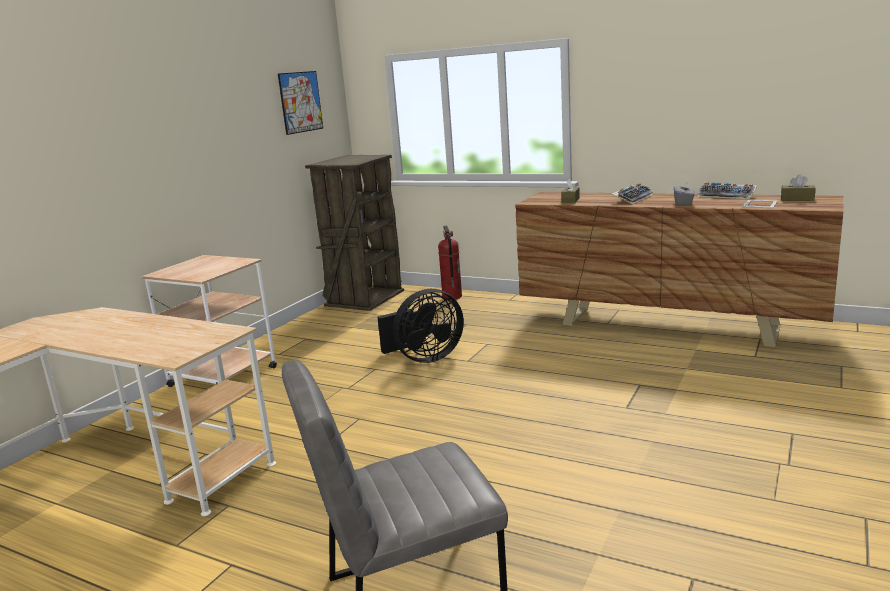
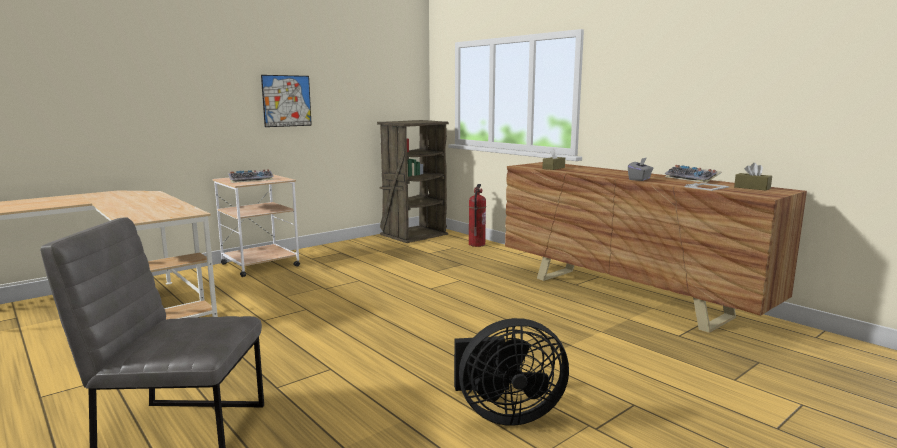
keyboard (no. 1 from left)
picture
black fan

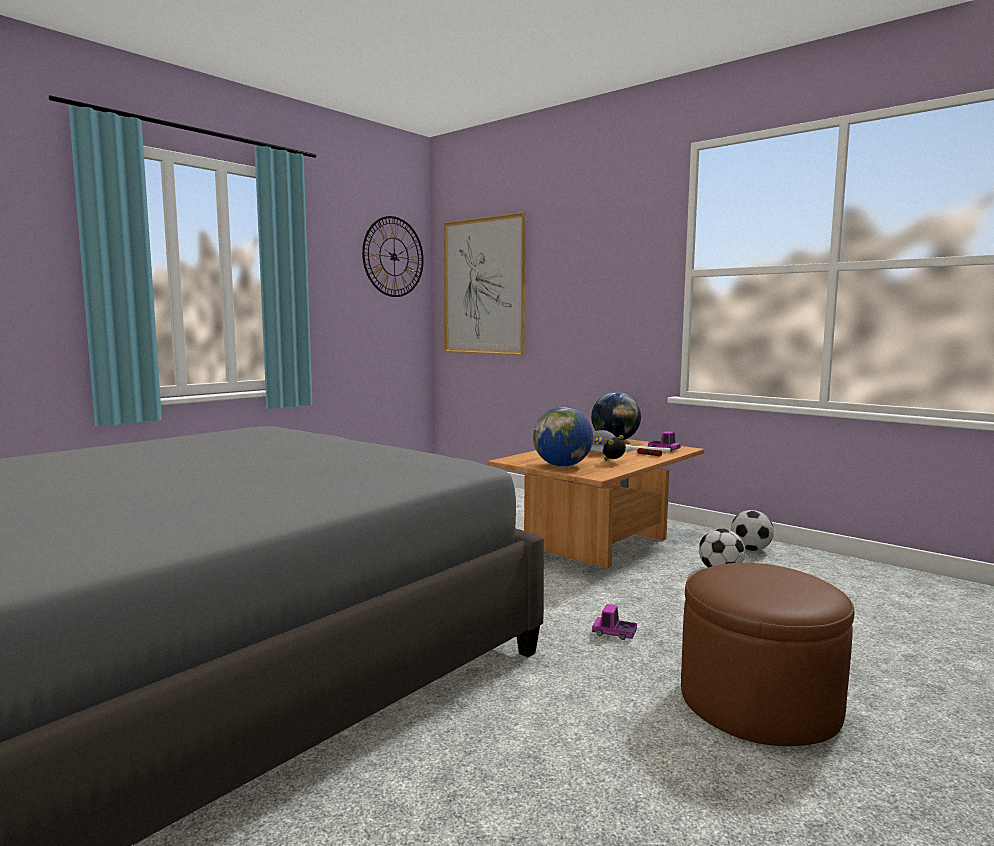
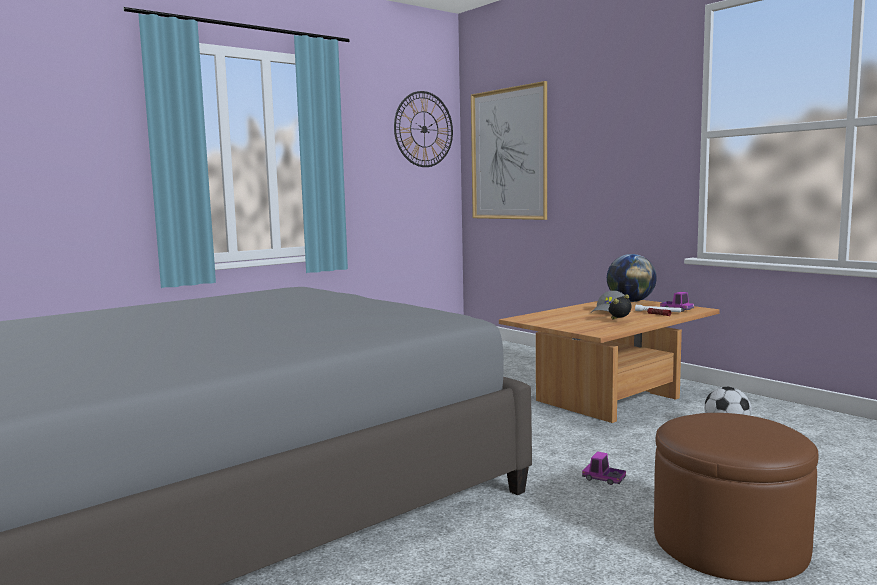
globe (no. 1 from left in the first image)
football (no. 2 from left in the first image)

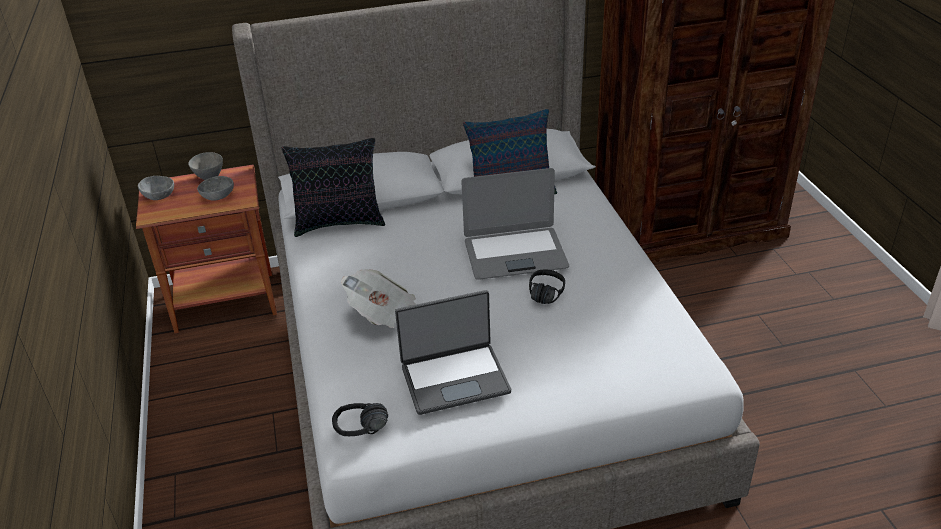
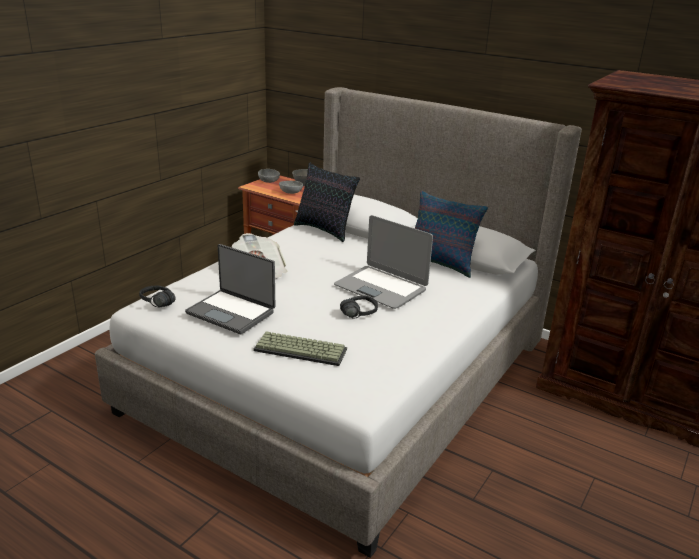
keyboard

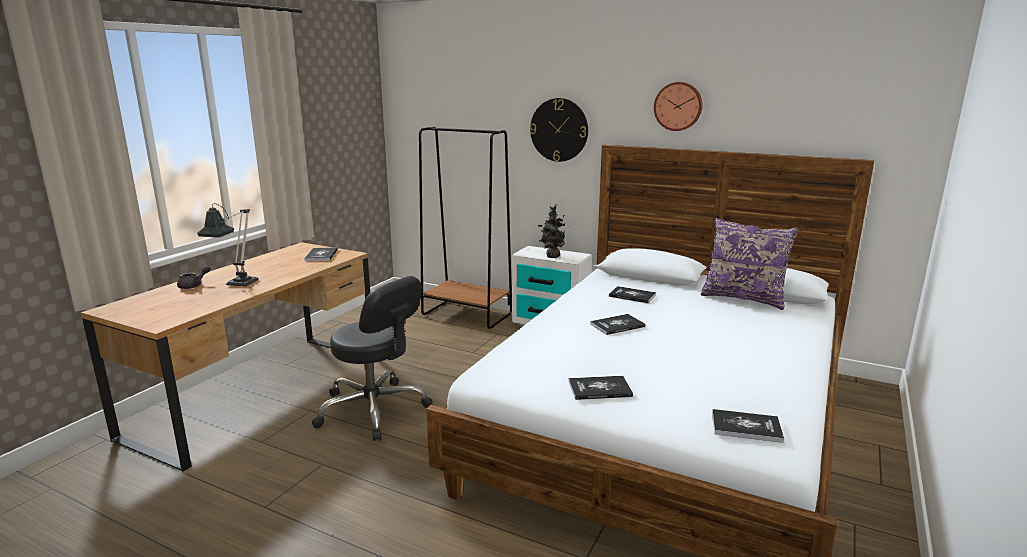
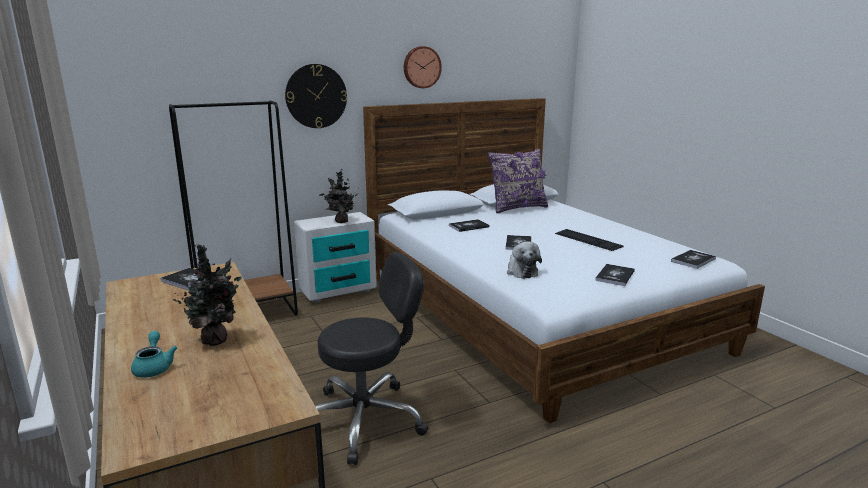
turquoise teapot
potted plant (no. 1 from left)
plush toy
keyboard

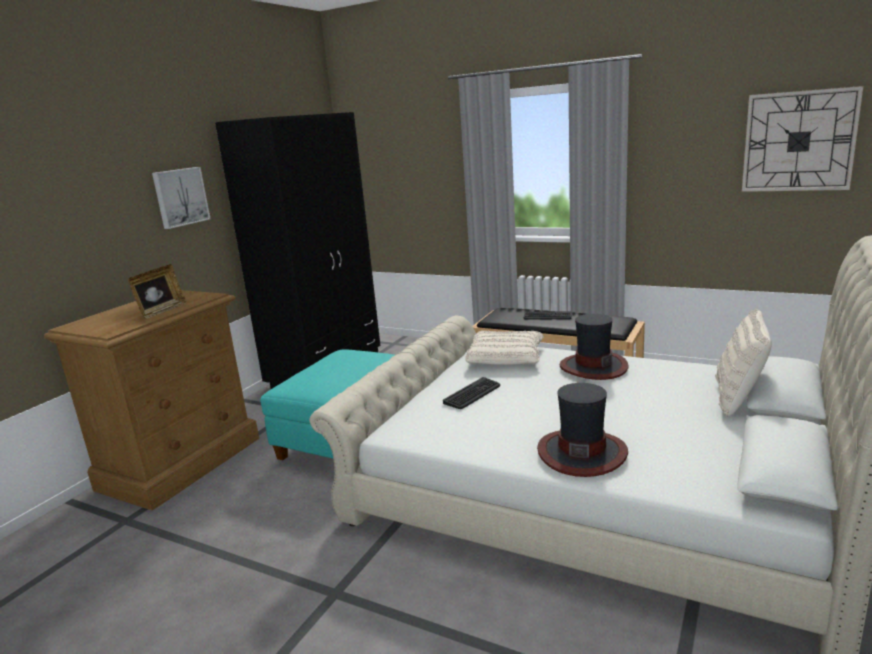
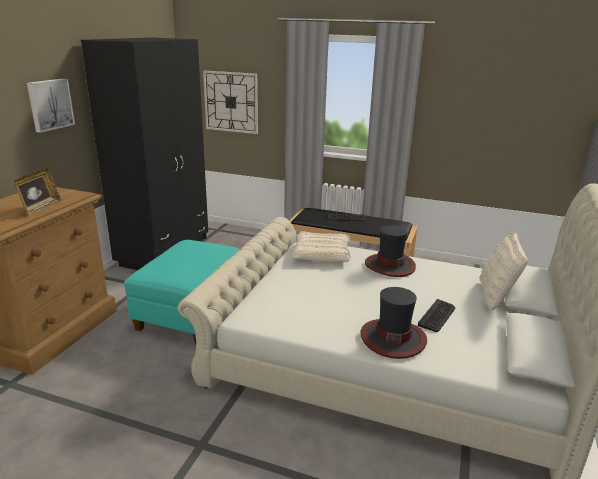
wall clock
keyboard (no. 2 from left)

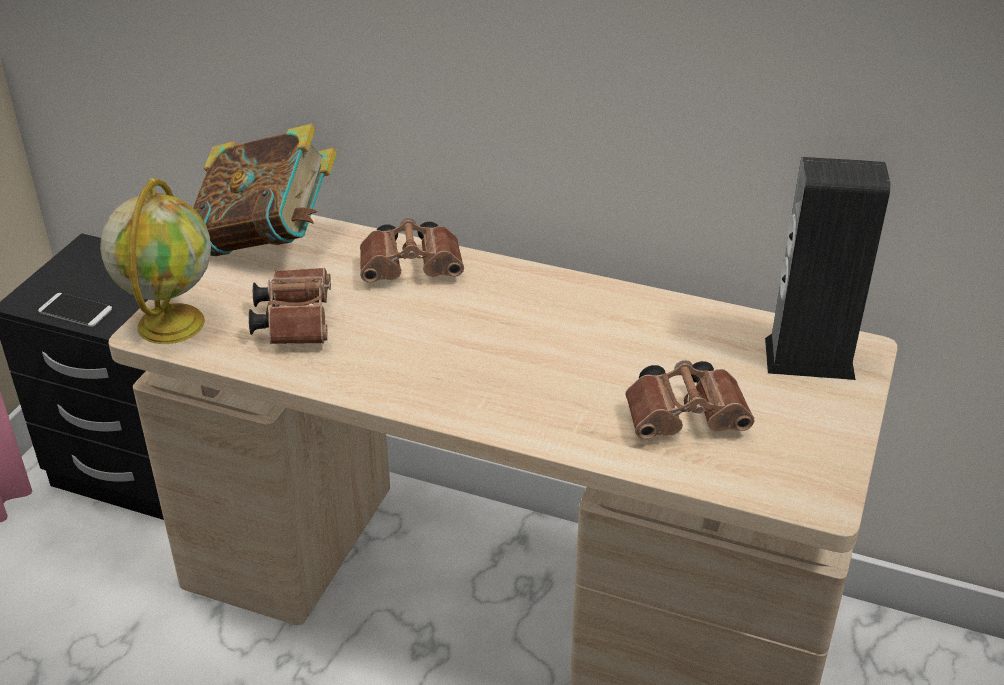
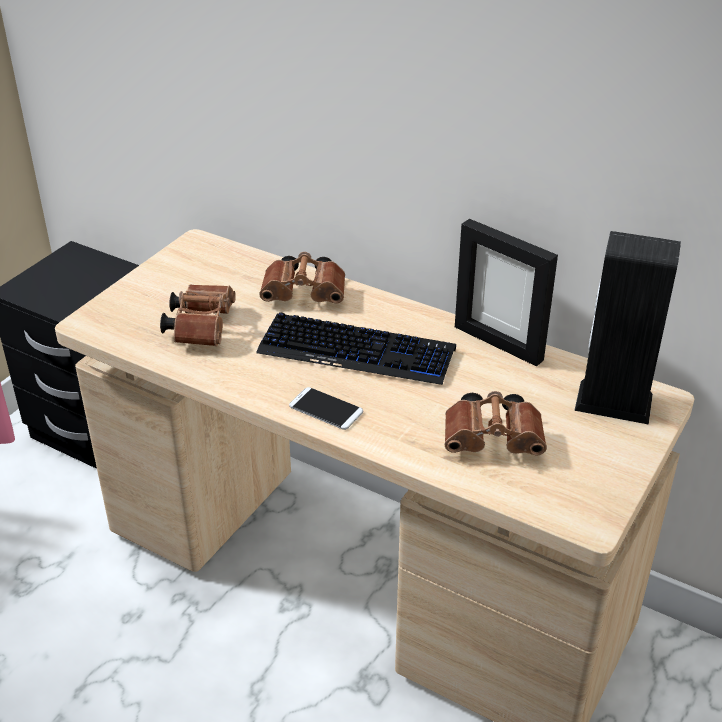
keyboard
phone
picture frame
globe
book

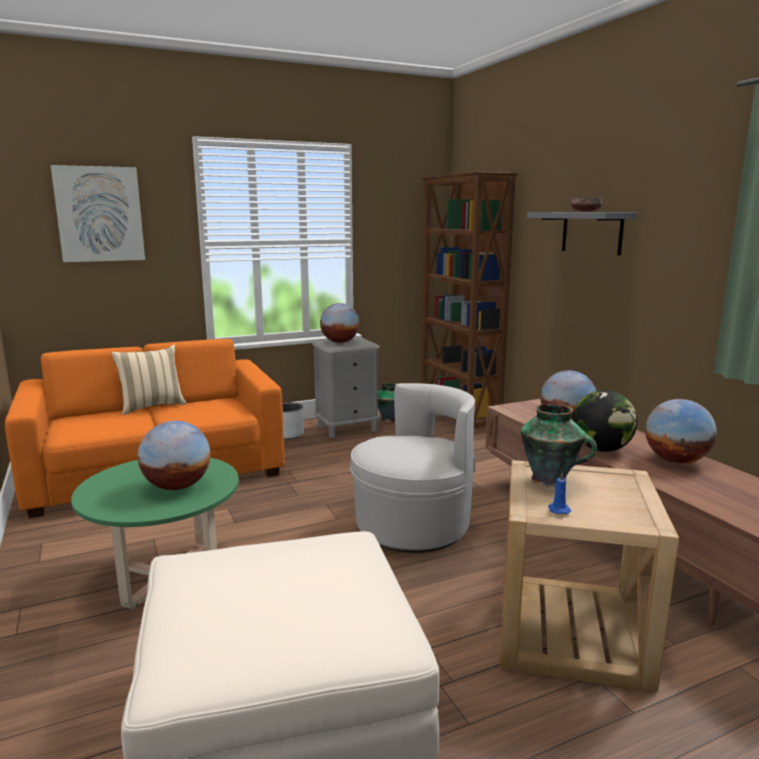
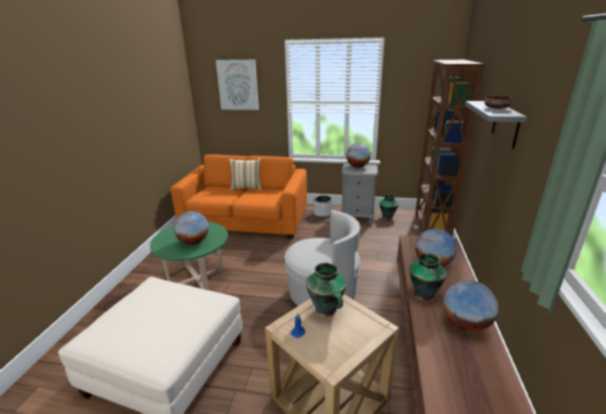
vase (no. 3 from left)

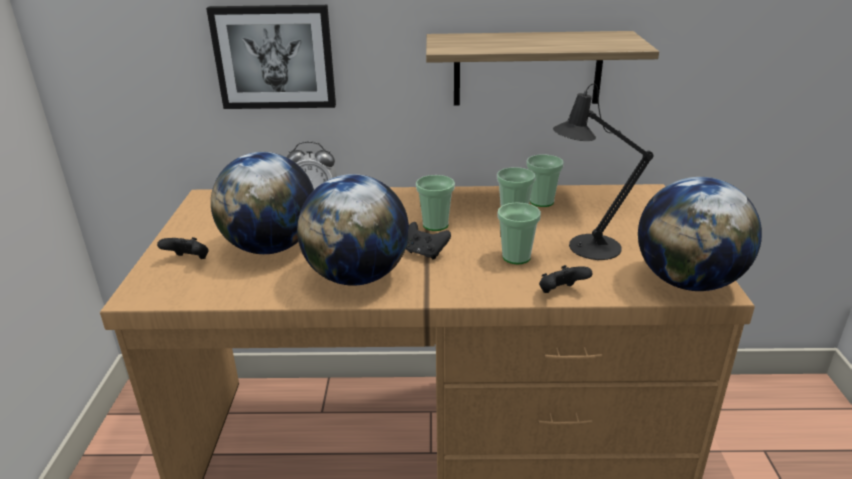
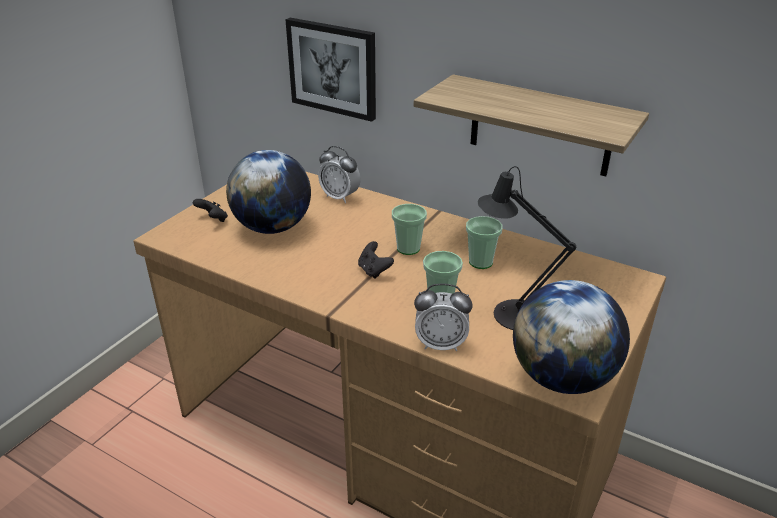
alarm clock (no. 2 from left)
globe (no. 2 from left in the first image)
cup (no. 4 from left in the first image)

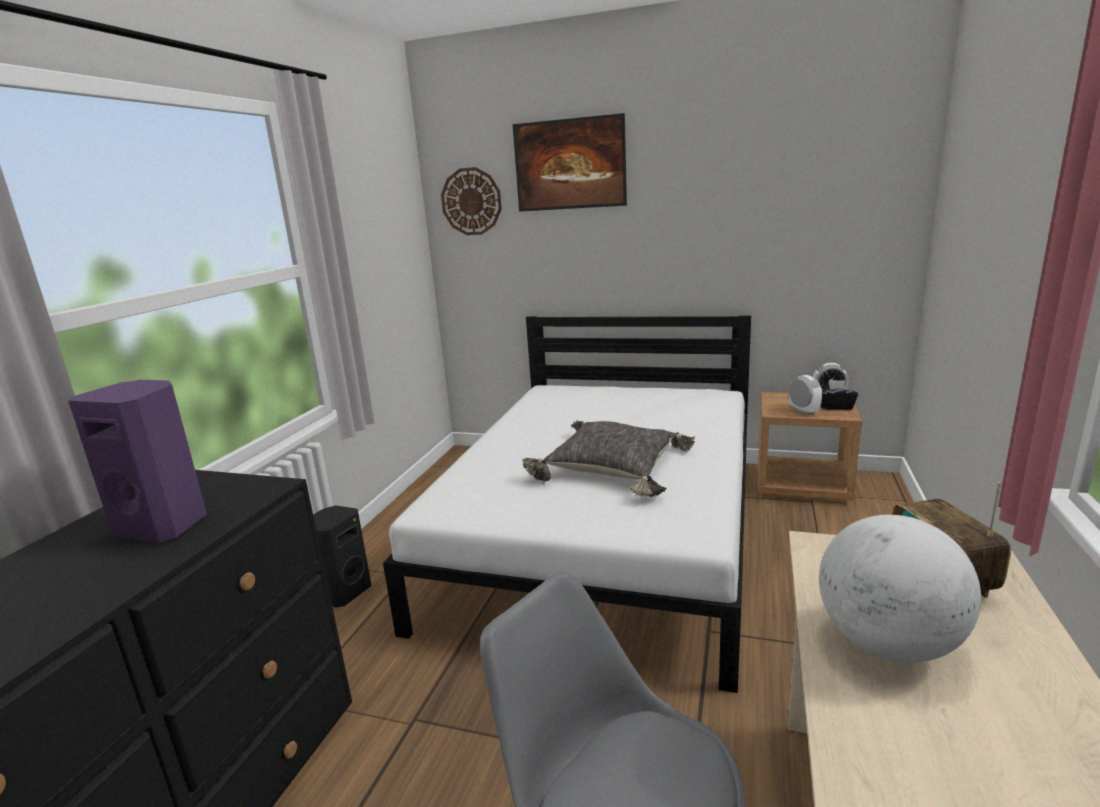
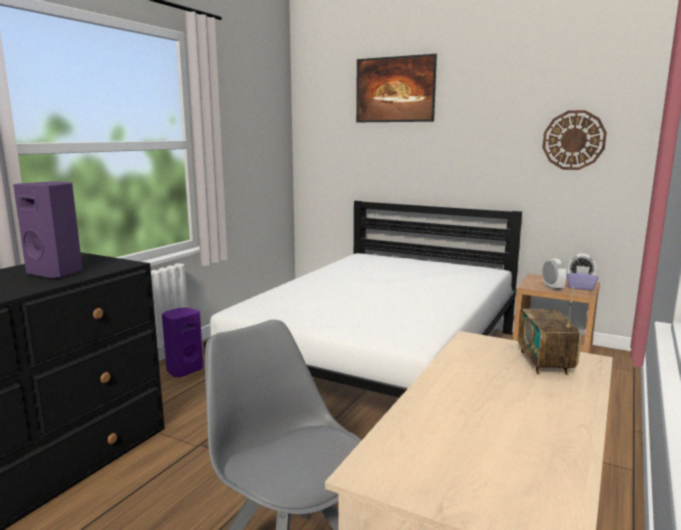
purple speaker (no. 2 from left)
wall clock
purple tissue box
pillow
globe

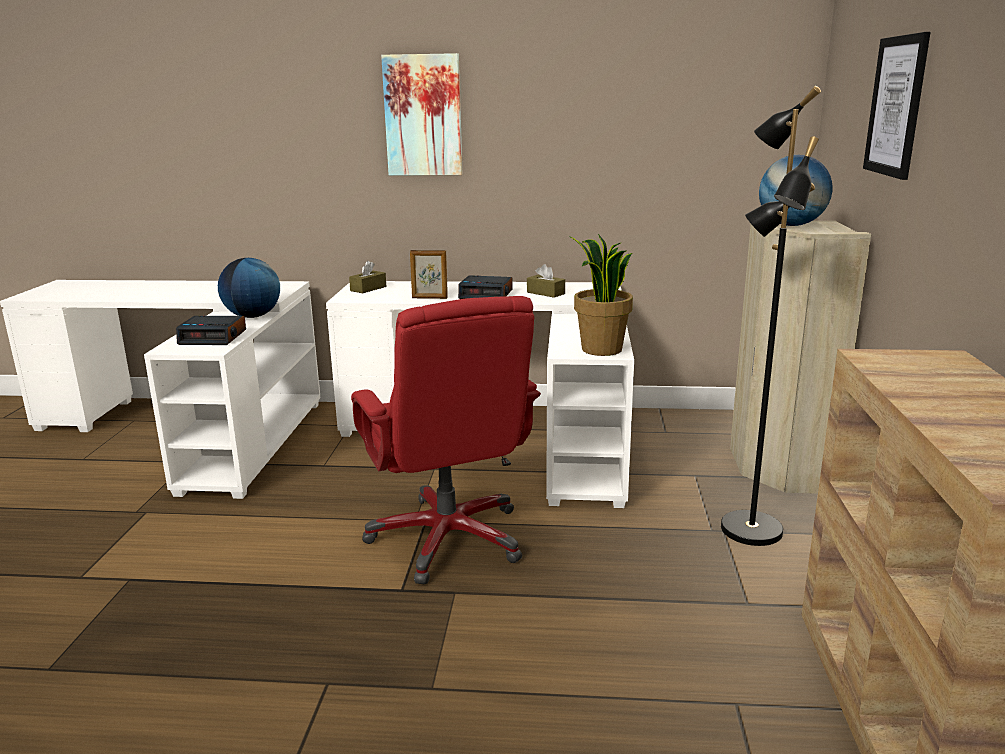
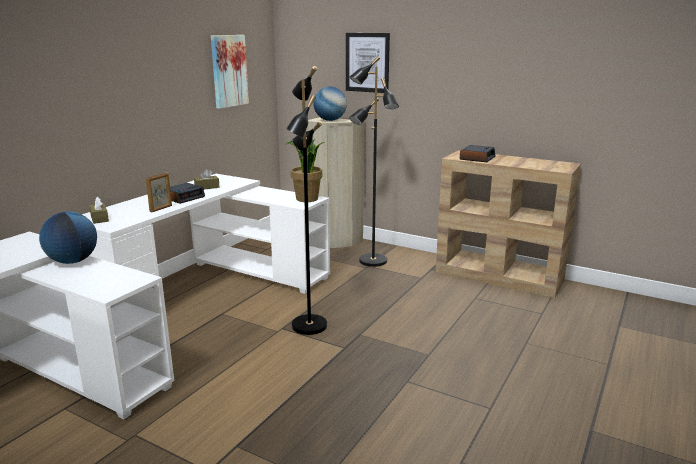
picture (no. 1 from left)
black floor lamp (no. 1 from left)
alarm clock (no. 2 from left)

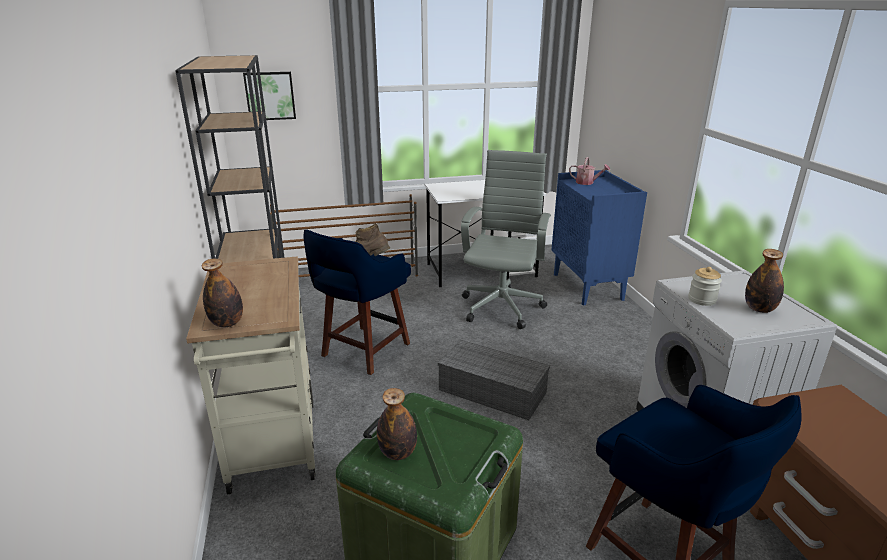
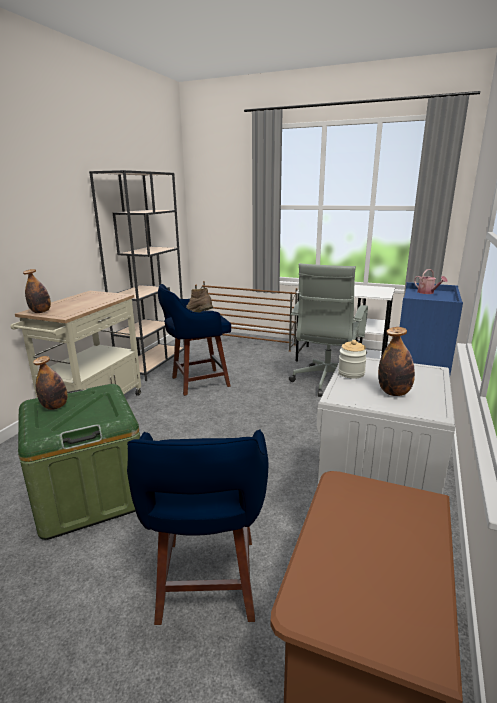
grey office chair
picture
grey storage box

